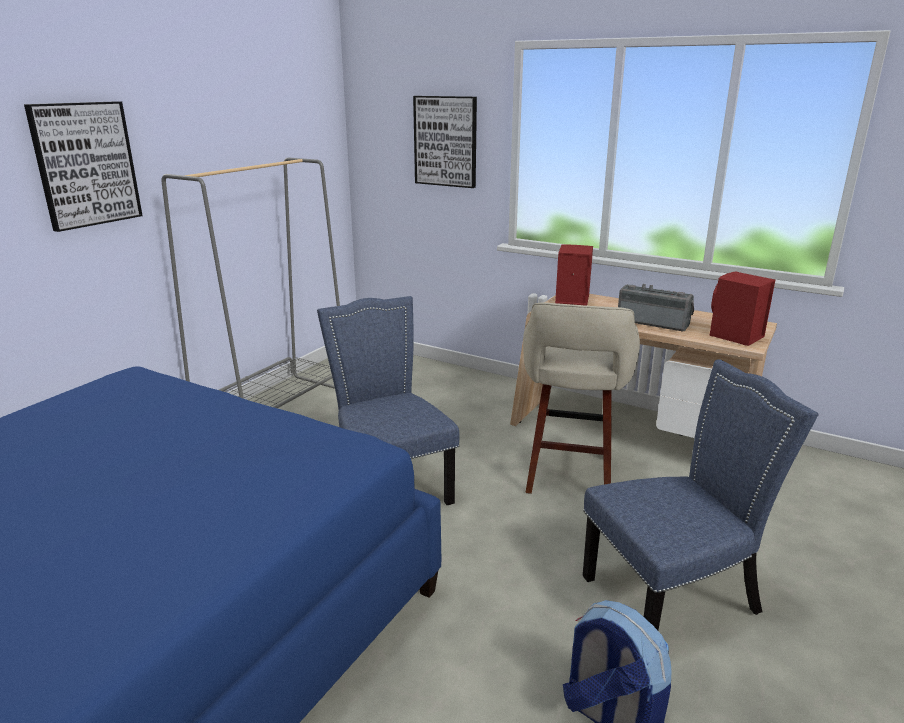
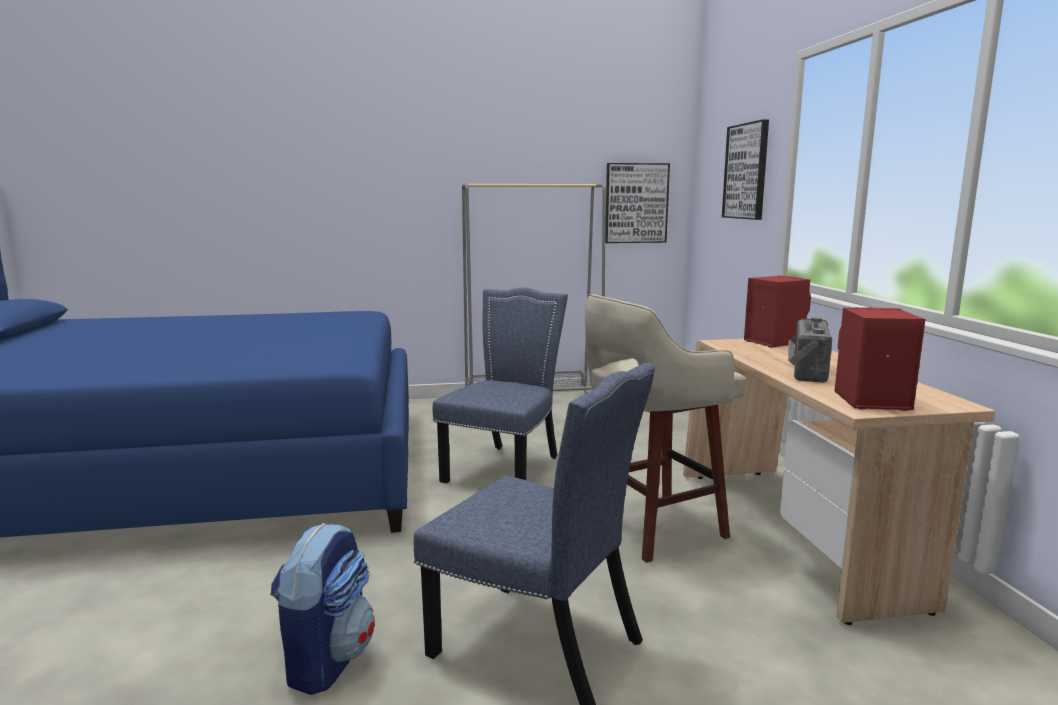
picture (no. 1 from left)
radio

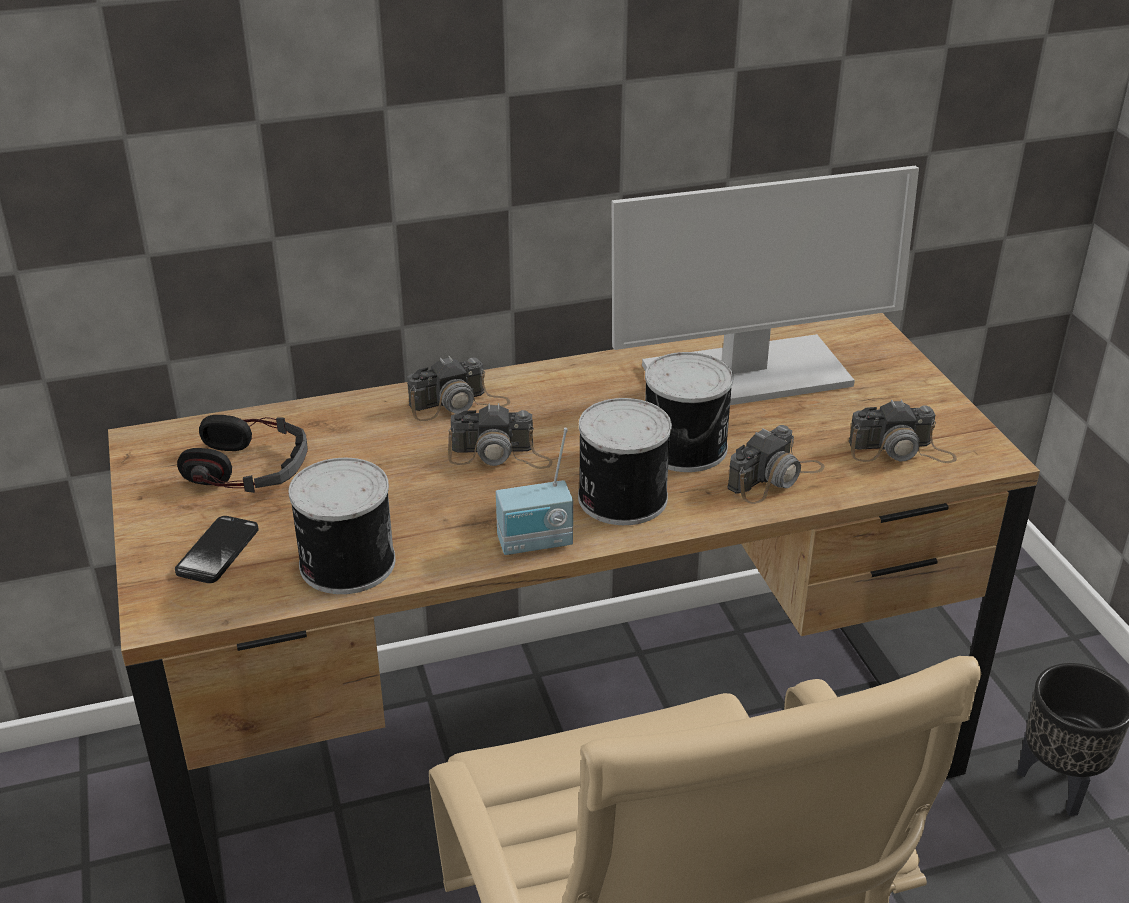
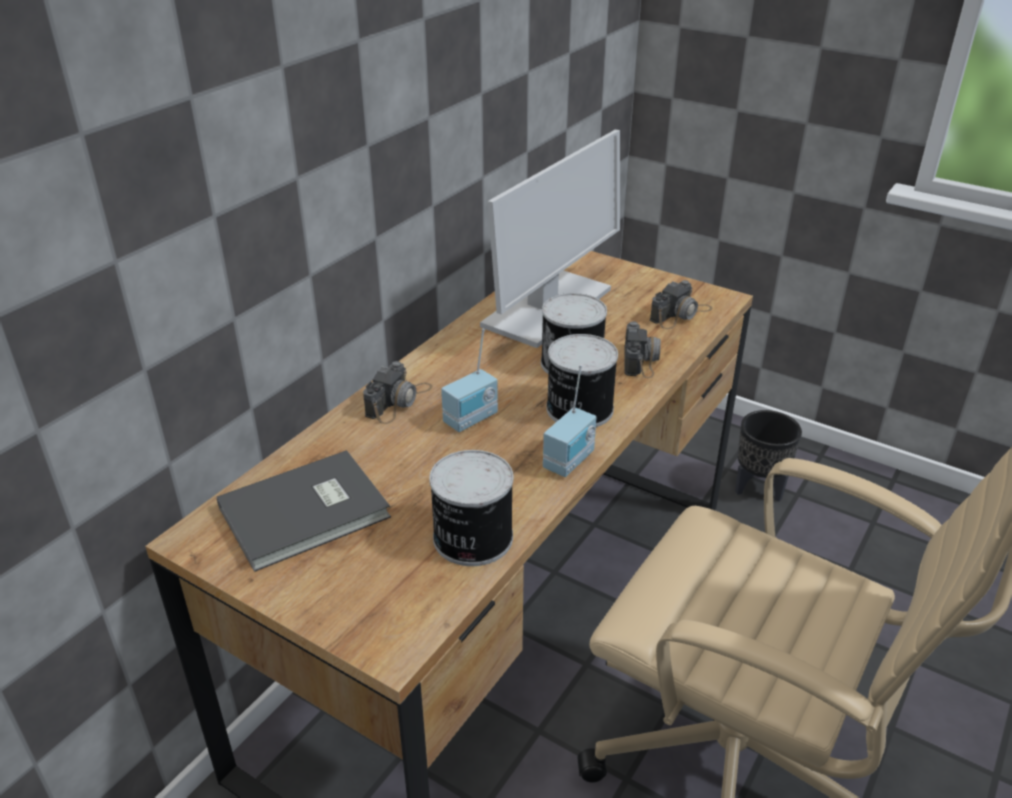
grey book
radio (no. 1 from left)
phone

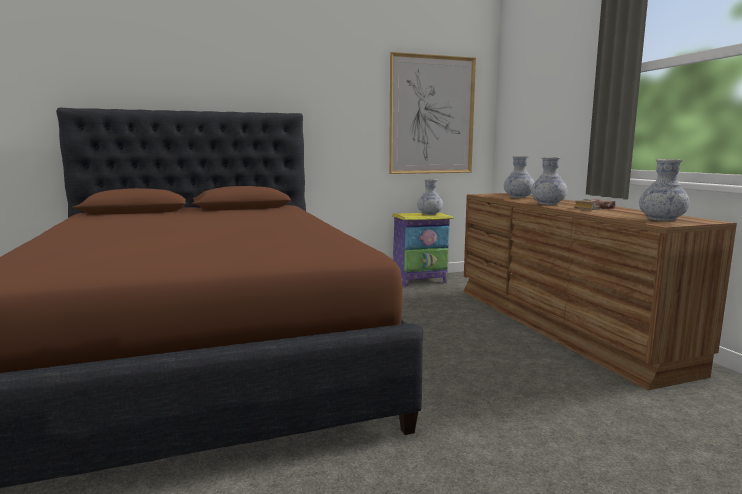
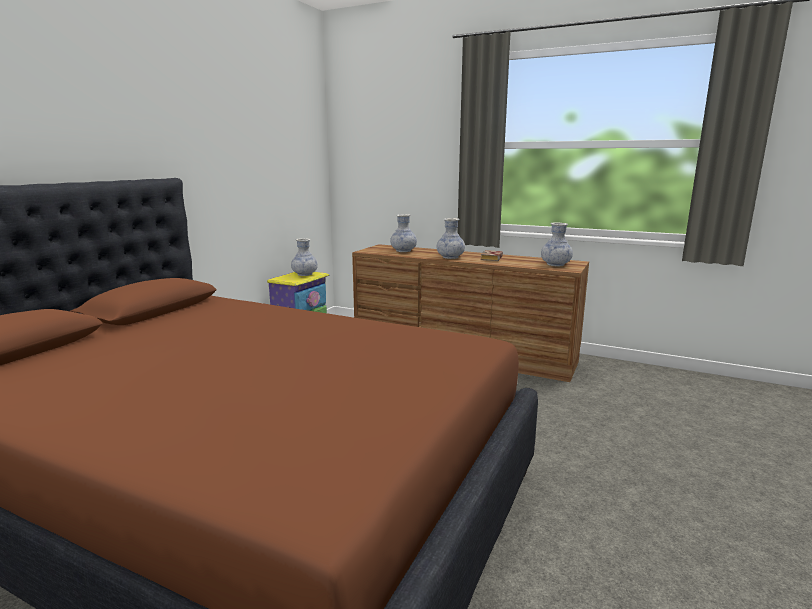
picture

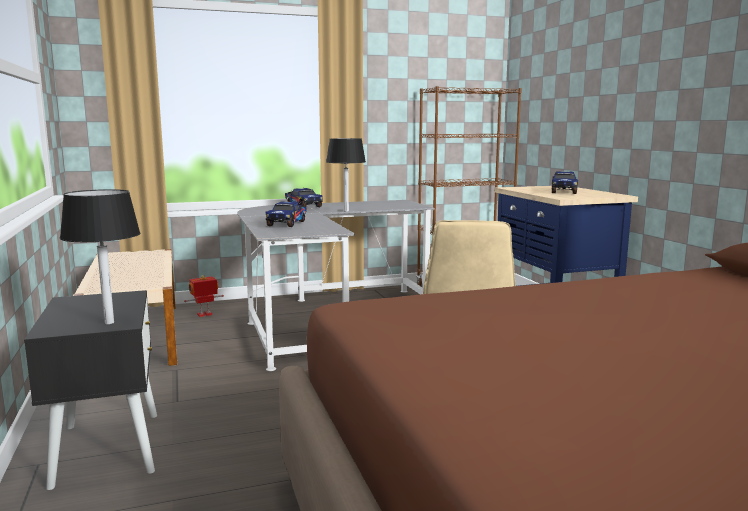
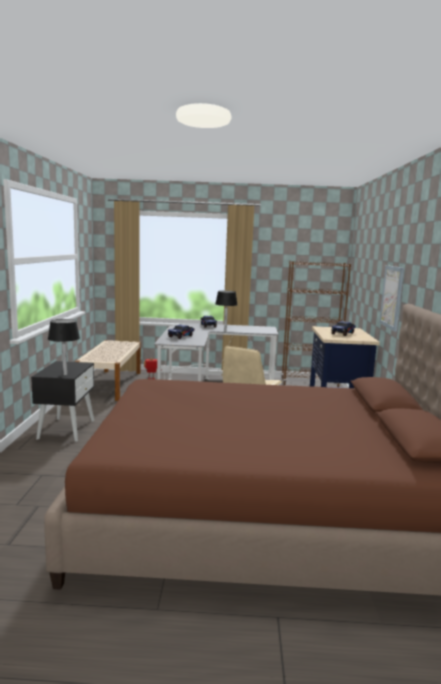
picture

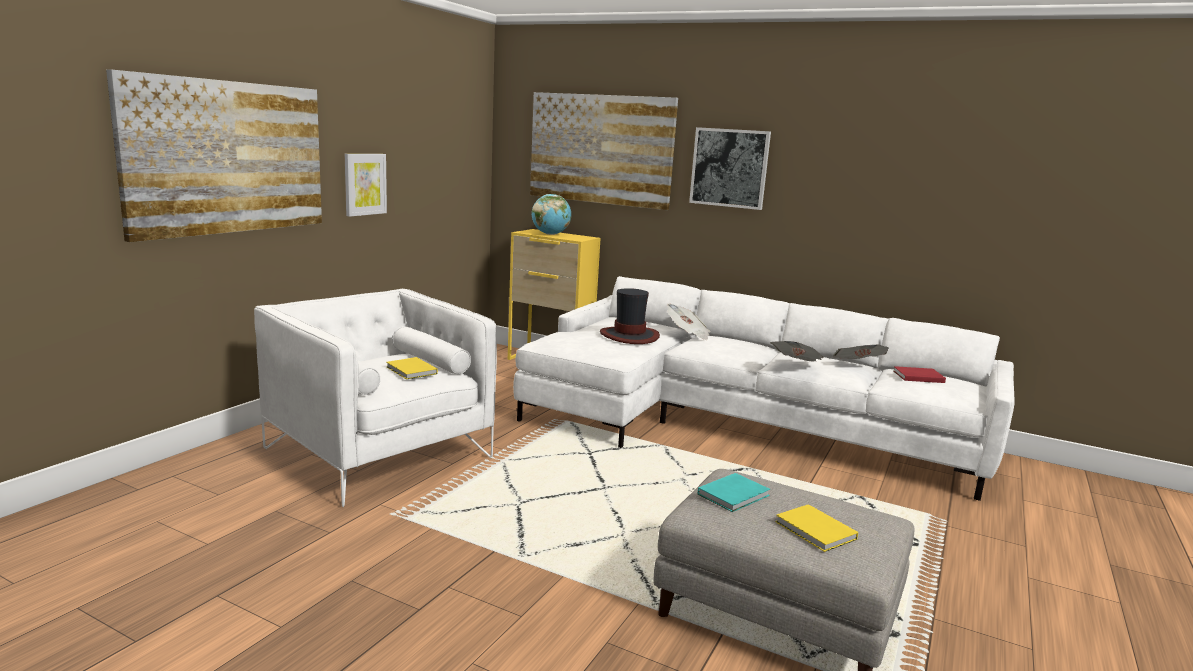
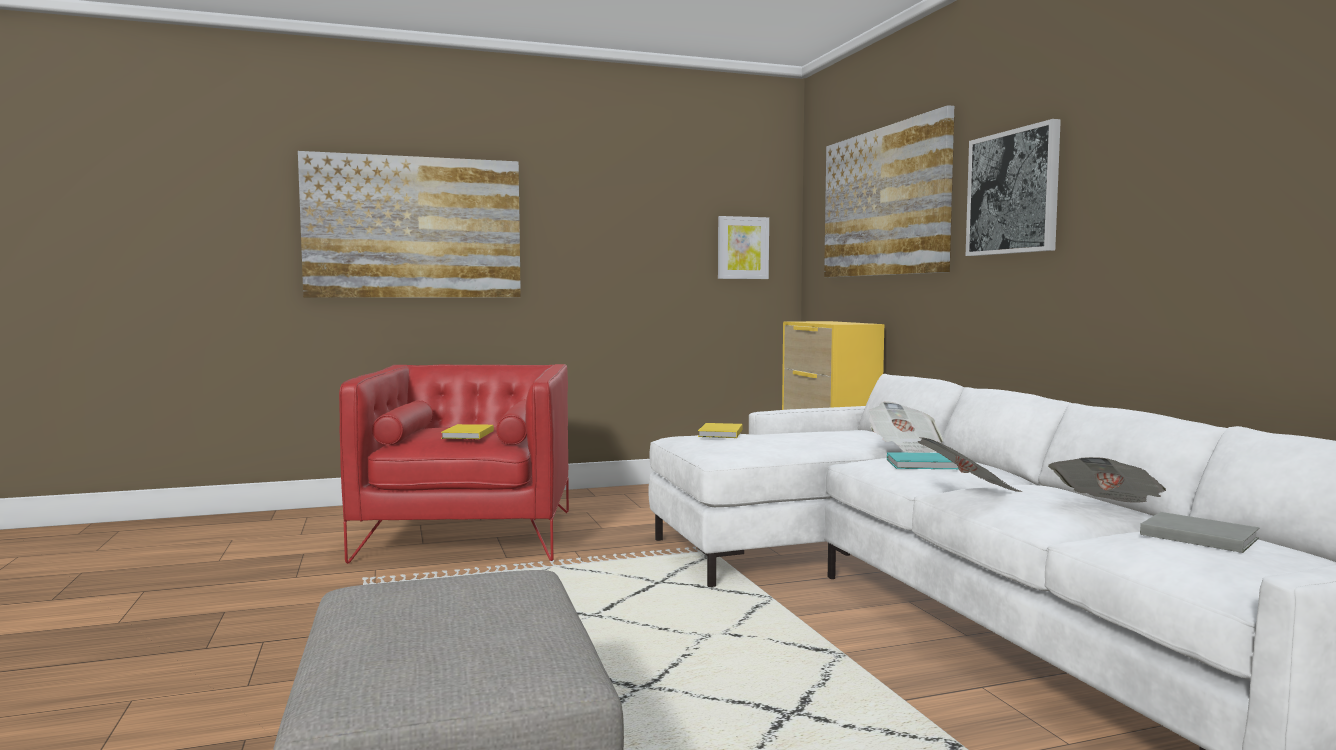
red armchair
yellow book (no. 2 from left)
picture (no. 2 from left)
turquoise book
grey book
globe
hat

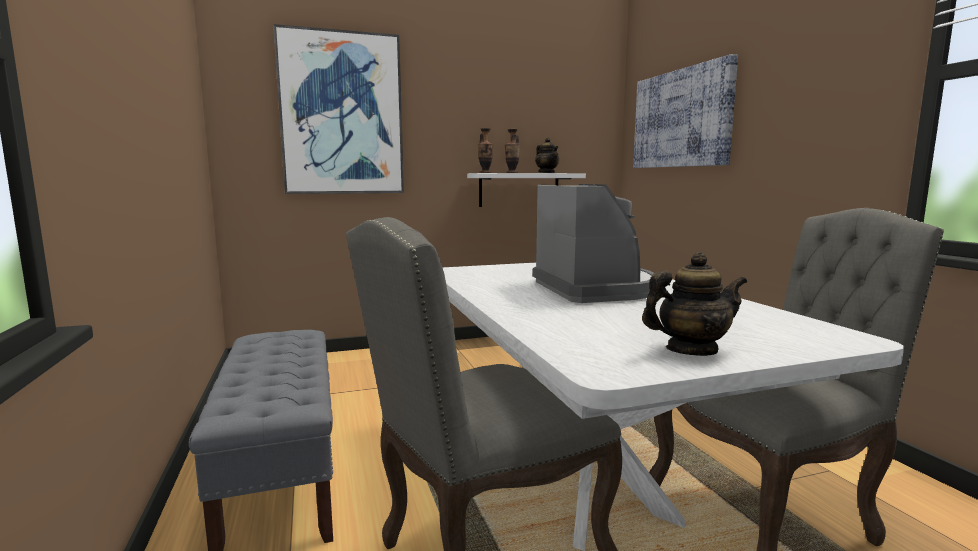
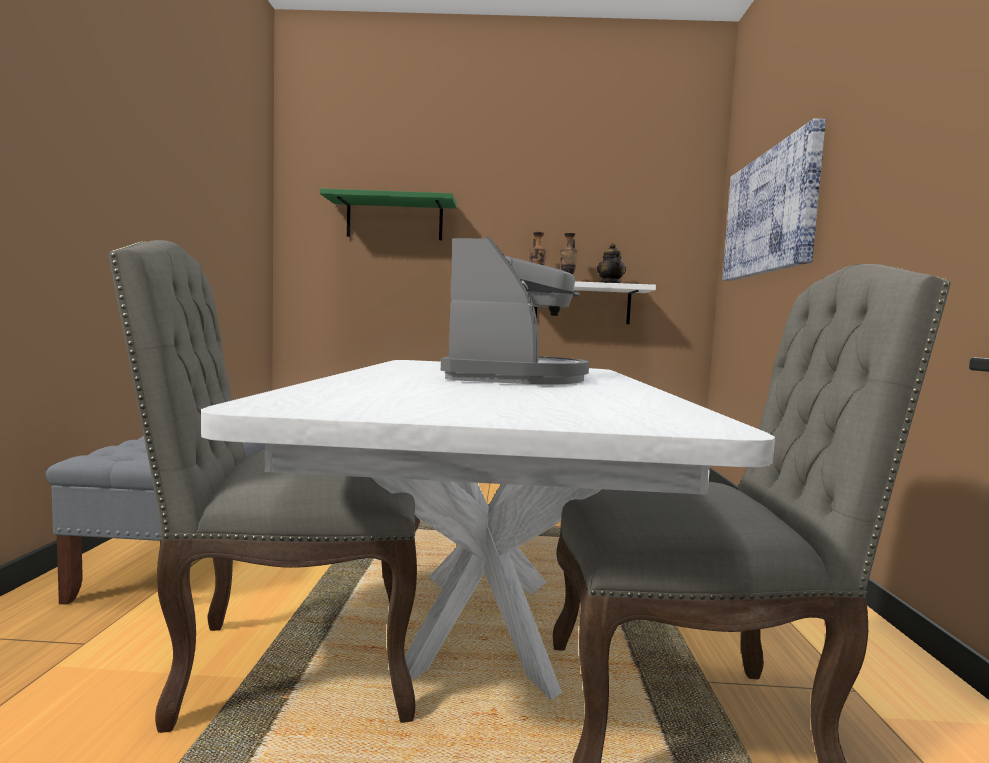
green shelf
teapot (no. 2 from left in the first image)

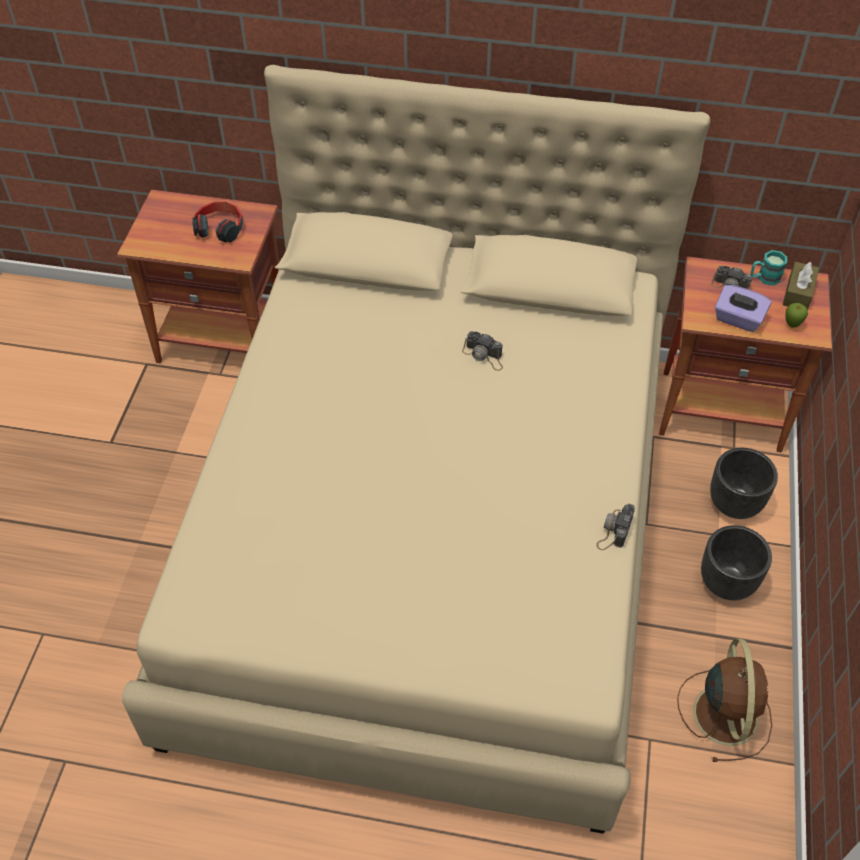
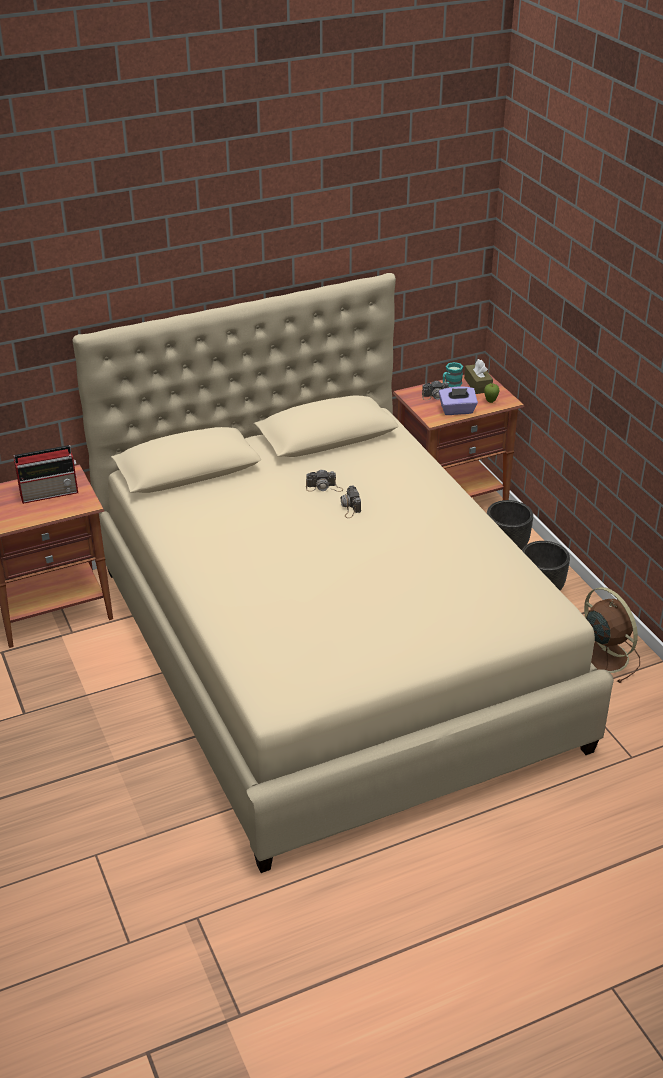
radio
photo camera (no. 2 from left)

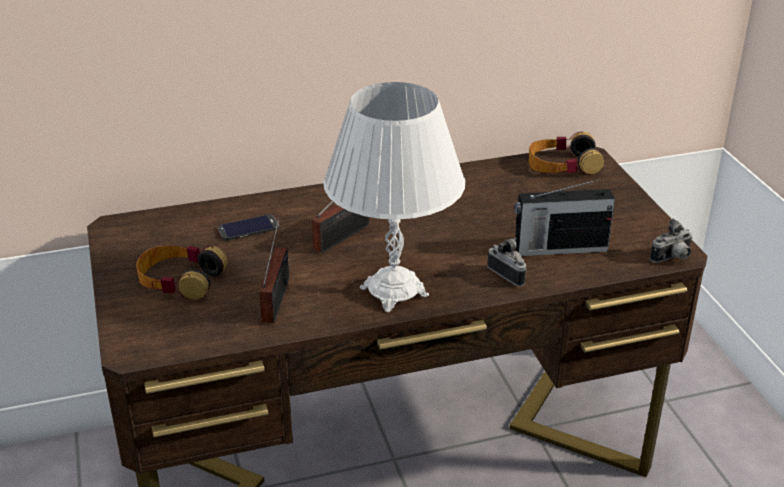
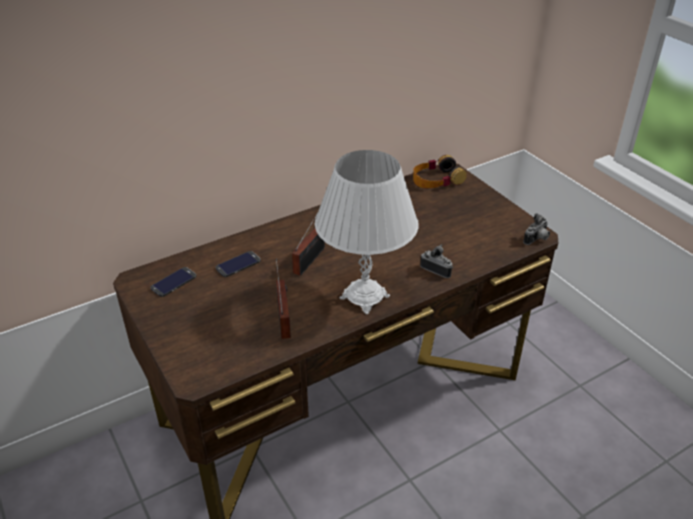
phone (no. 1 from left)
headphones (no. 1 from left in the first image)
radio (no. 3 from left in the first image)

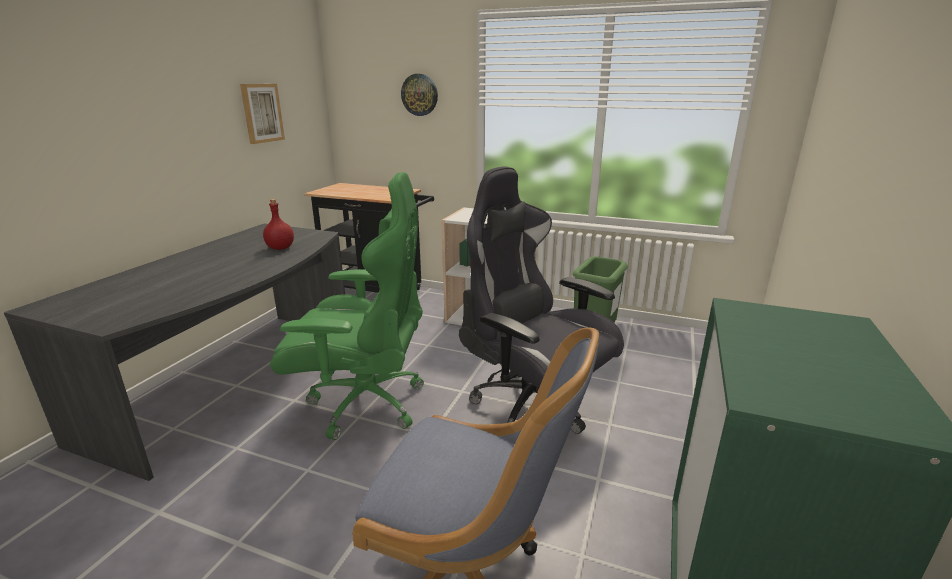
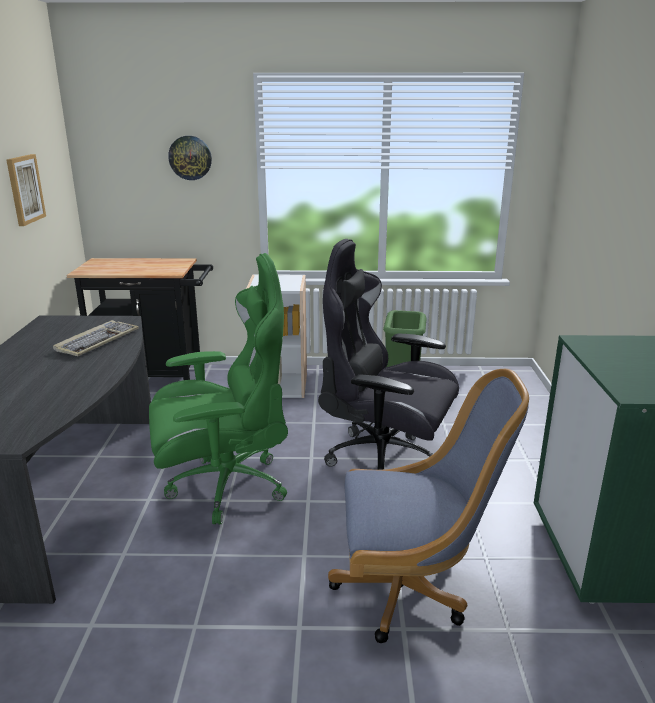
keyboard

